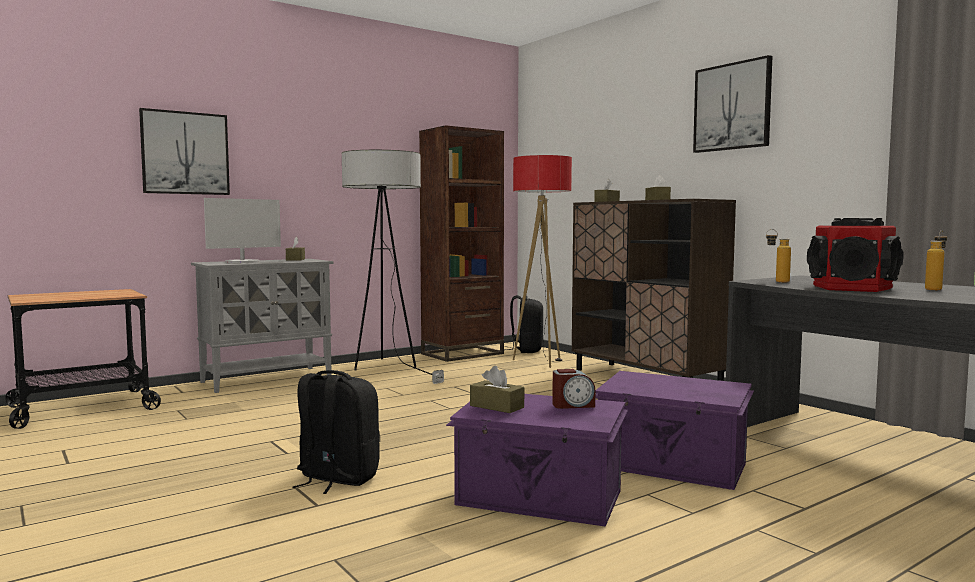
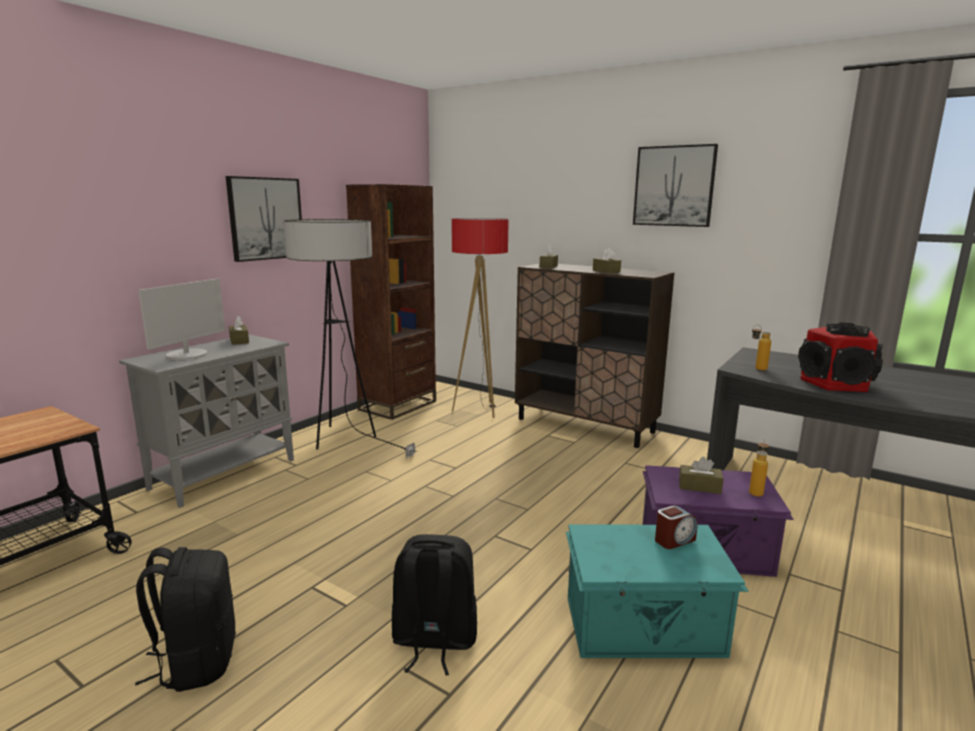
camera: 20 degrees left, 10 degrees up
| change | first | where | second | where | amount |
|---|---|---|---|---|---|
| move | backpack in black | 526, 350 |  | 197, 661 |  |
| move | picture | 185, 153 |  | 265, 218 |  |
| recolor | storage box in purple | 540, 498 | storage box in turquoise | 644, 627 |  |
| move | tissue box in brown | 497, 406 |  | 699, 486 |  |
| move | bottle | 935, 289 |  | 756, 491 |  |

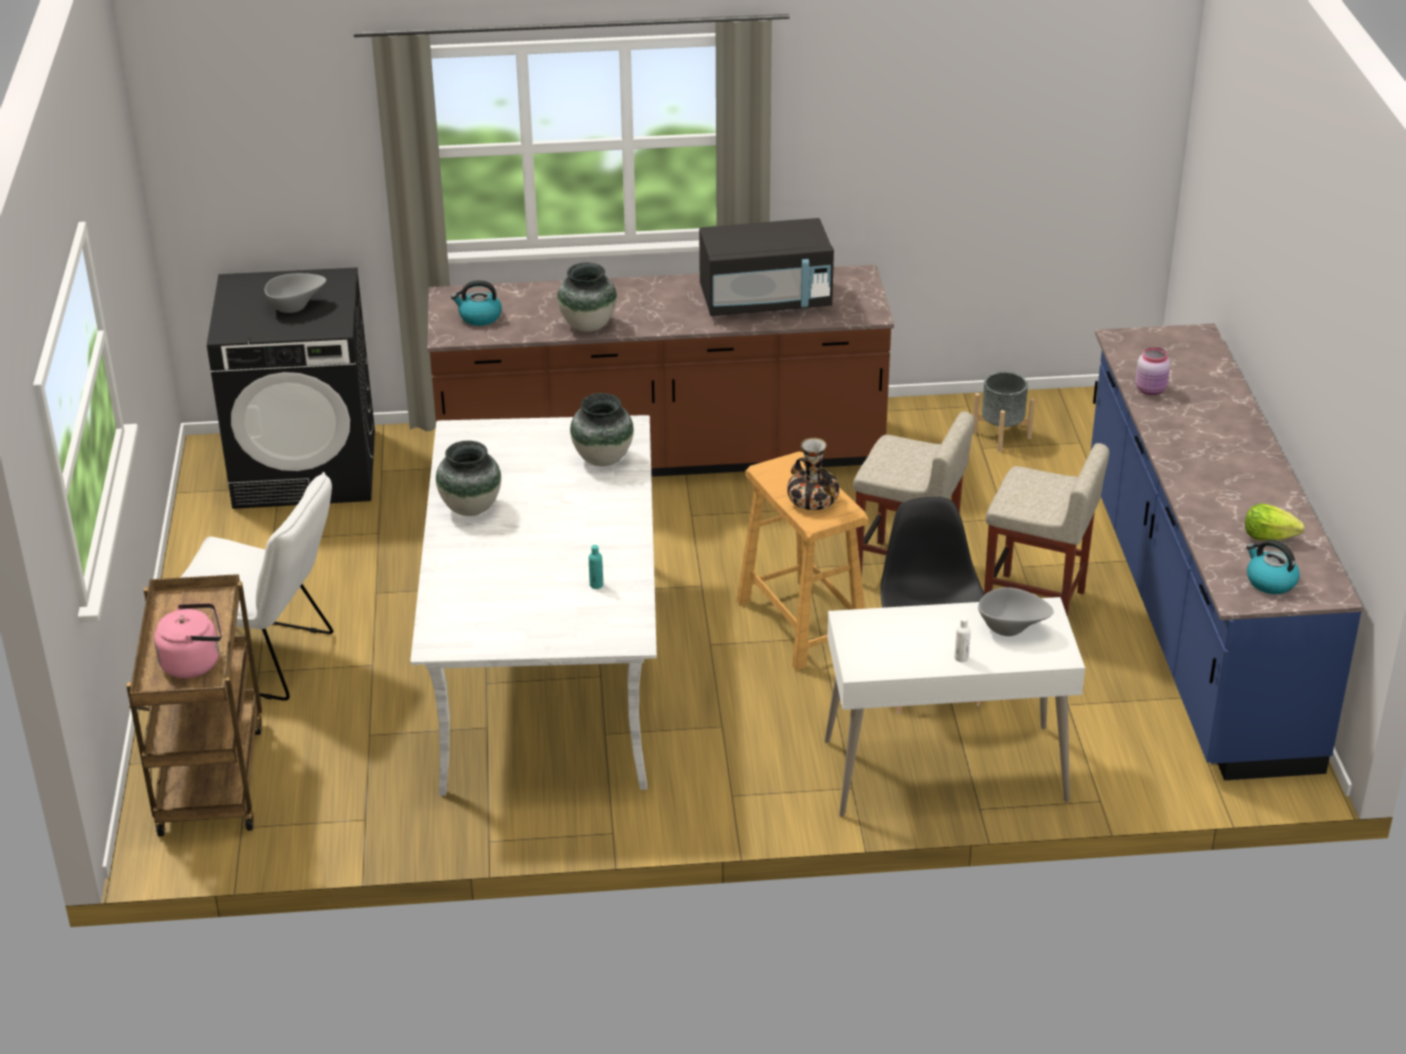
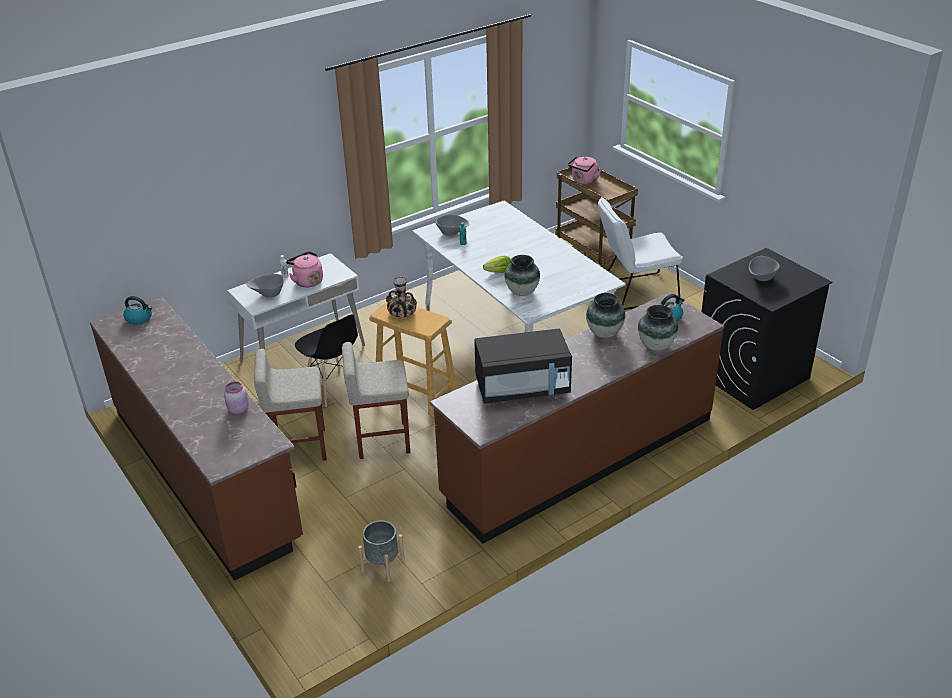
camera: 150 degrees right, 0 degrees up
| change | first | where | second | where | amount |
|---|---|---|---|---|---|
| recolor | counter in blue | 1193, 617 | counter in brown | 205, 473 |  |
| insert |  |  | kettle in pink | 307, 281 |  |
| insert |  |  | bowl in grey | 452, 233 |  |
| rotate | microwave in black | 765, 301 |  | 522, 388 | 150 degrees counterclockwise |
| move | lettuce | 1268, 536 |  | 499, 272 |  |
| move | vase | 471, 508 |  | 656, 346 |  |

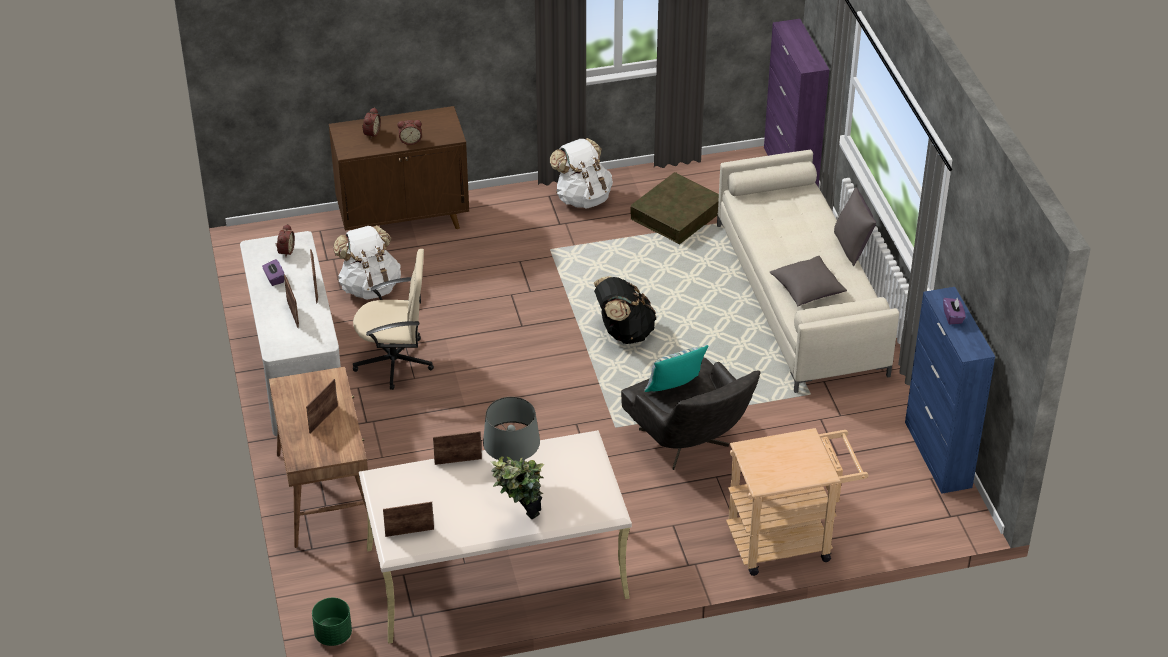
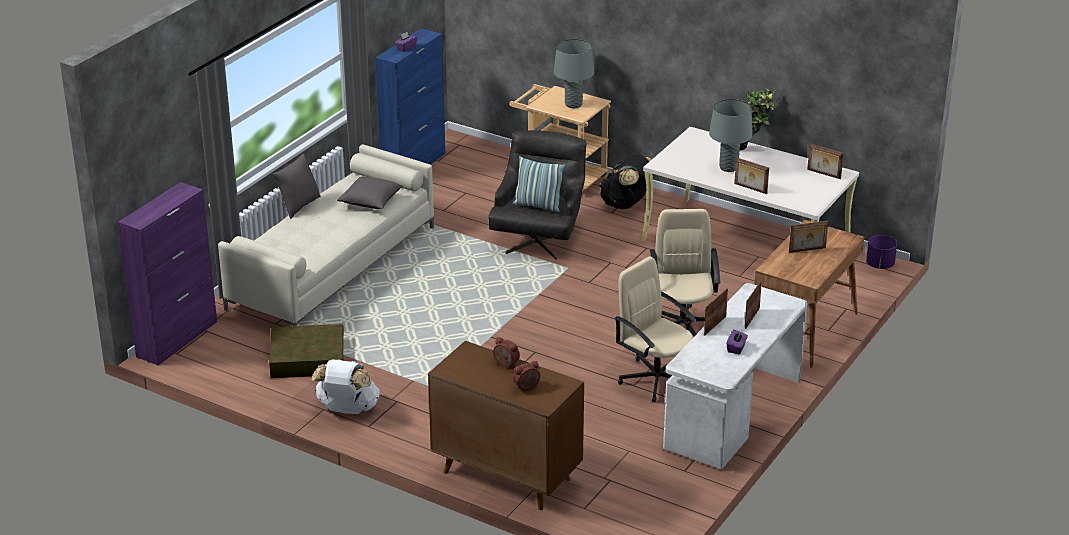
camera: 135 degrees left, 10 degrees down
| change | first | where | second | where | amount |
|---|---|---|---|---|---|
| insert |  |  | table lamp in grey | 573, 104 |  |
| move | backpack in black | 623, 332 |  | 626, 204 |  |
| insert |  |  | office chair in beige | 683, 325 |  |
| recolor | planter in green | 333, 635 | planter in purple | 880, 265 |  |
| delete | alarm clock | 285, 251 |  |  |  |
| delete | backpack in white | 370, 287 |  |  |  |

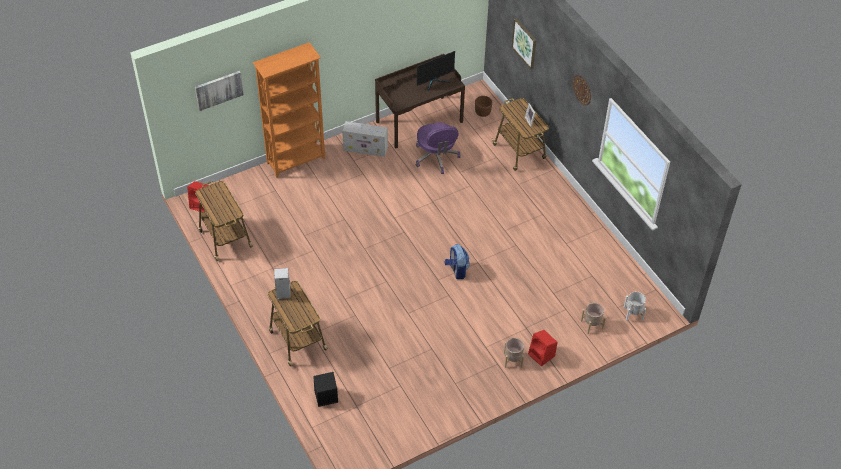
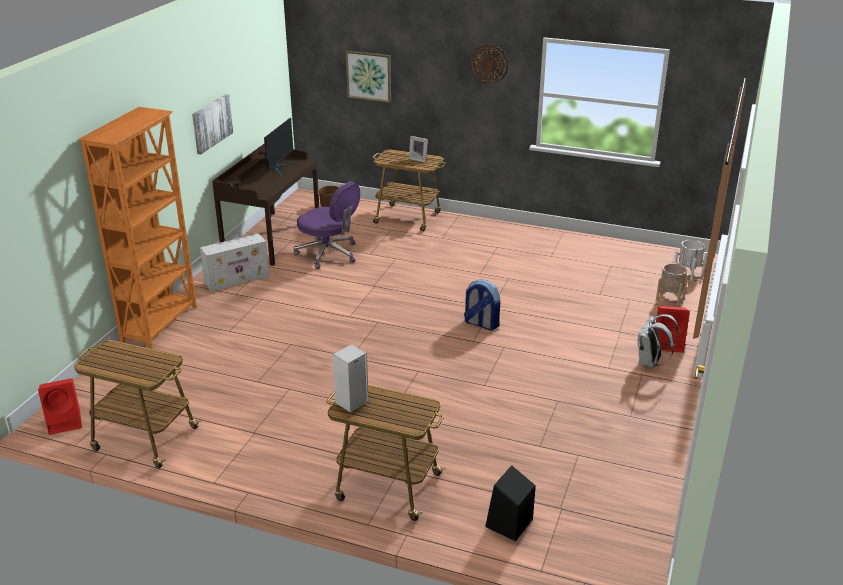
camera: 40 degrees left, 20 degrees down
| change | first | where | second | where | amount |
|---|---|---|---|---|---|
| move | picture | 219, 90 |  | 211, 123 |  |
| replace | planter in beige | 513, 360 | backpack in white | 650, 363 |  |

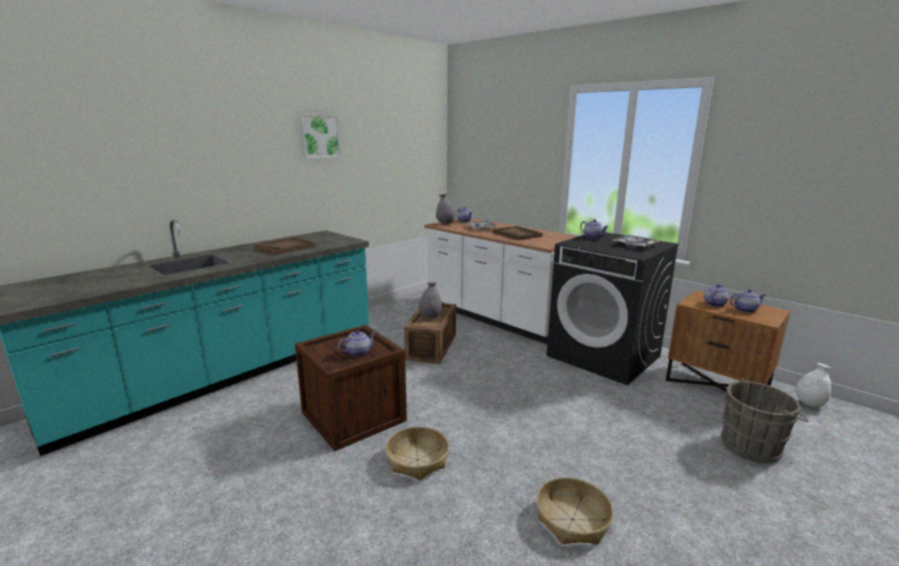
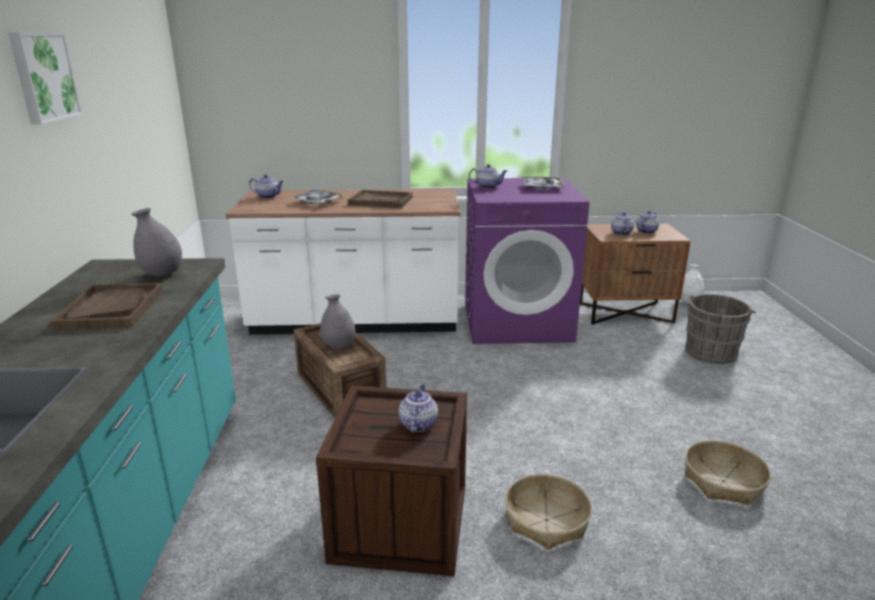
camera: 45 degrees left, 5 degrees up
| change | first | where | second | where | amount |
|---|---|---|---|---|---|
| move | vase in grey | 445, 224 |  | 162, 274 |  |
| recolor | washing machine in black | 604, 356 | washing machine in purple | 517, 322 |  |

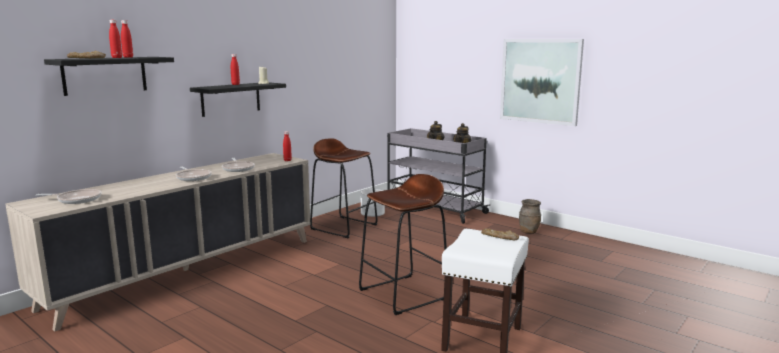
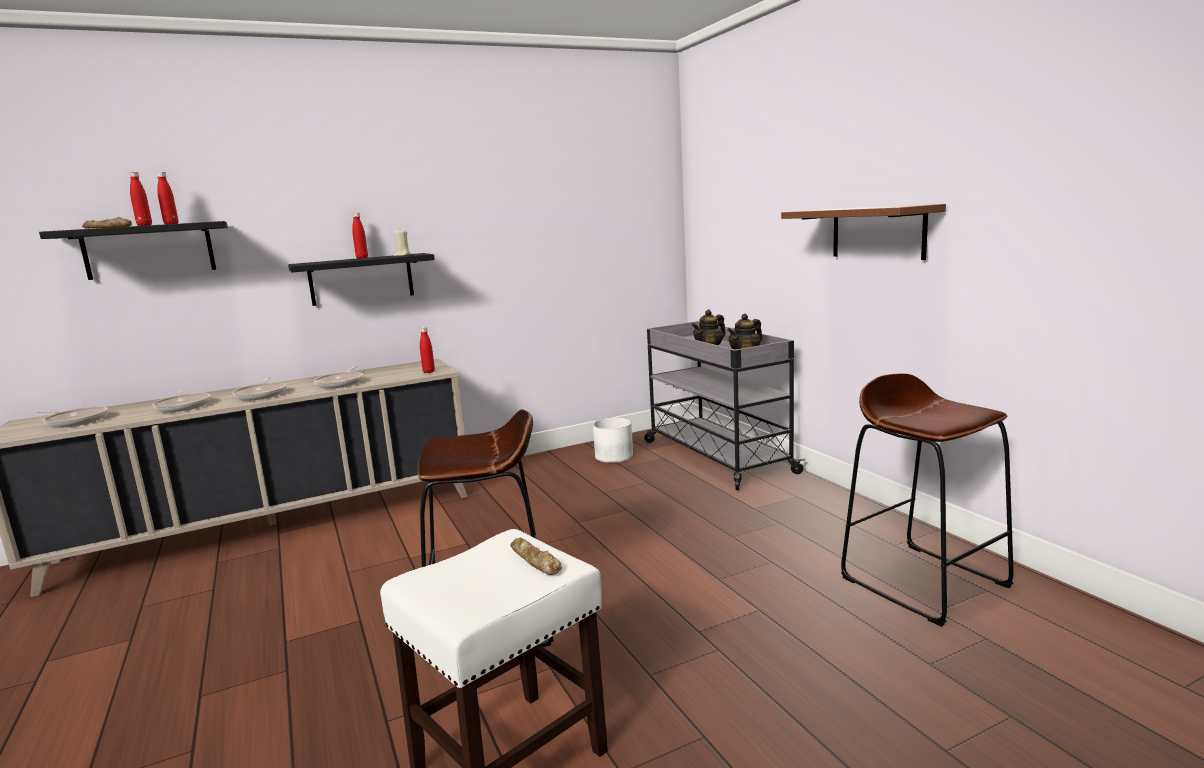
camera: 25 degrees right, 0 degrees up
| change | first | where | second | where | amount |
|---|---|---|---|---|---|
| insert |  |  | frying pan | 184, 406 |  |
| replace | picture | 540, 81 | shelf in brown | 877, 232 |  |
| move | stool in brown | 344, 227 |  | 924, 581 |  |
| delete | vase in brown | 528, 232 |  |  |  |

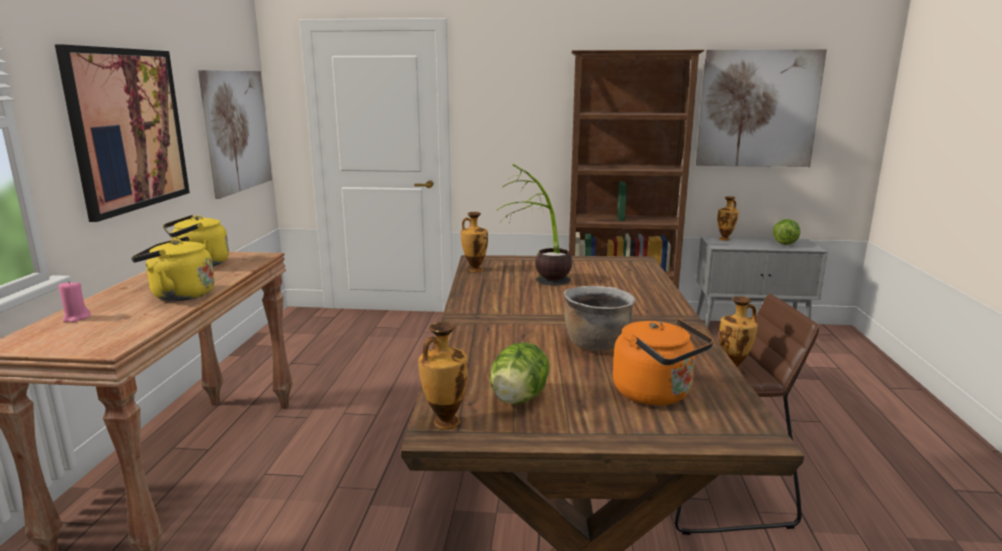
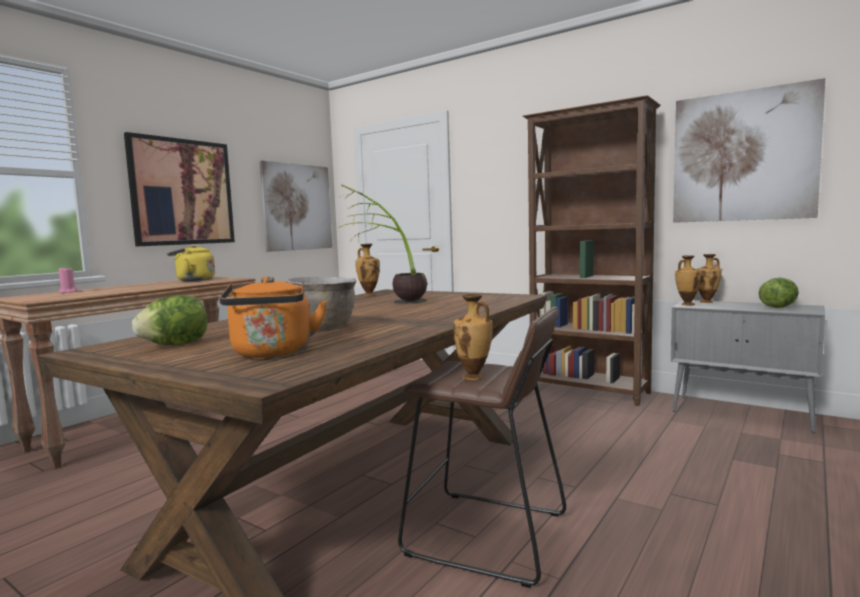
camera: 30 degrees right, 10 degrees down
| change | first | where | second | where | amount |
|---|---|---|---|---|---|
| move | vase | 444, 422 |  | 687, 304 |  |
| delete | kettle in yellow | 179, 295 |  |  |  |

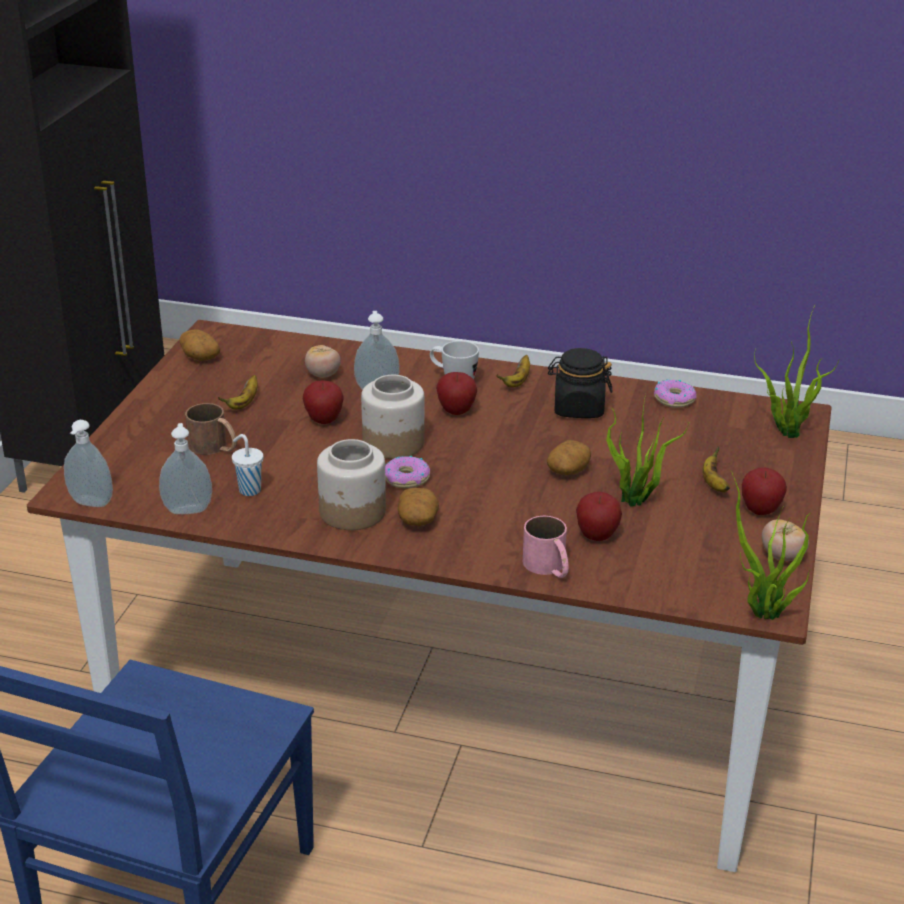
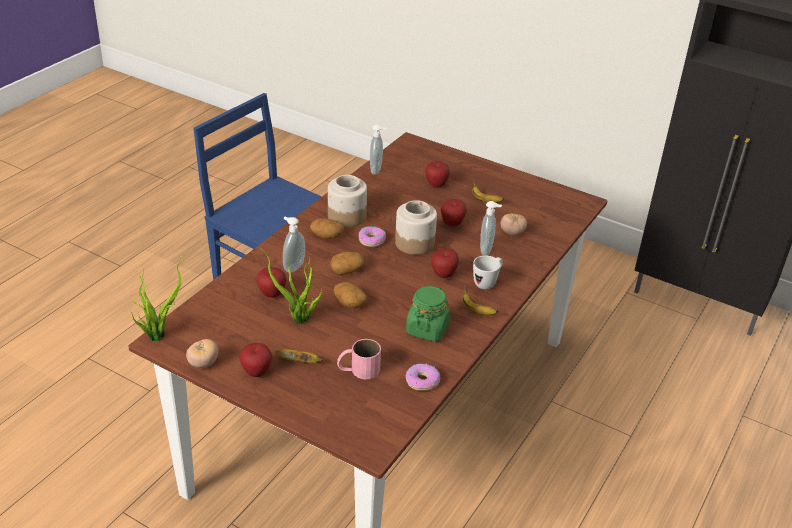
camera: 105 degrees right, 5 degrees up
| change | first | where | second | where | amount |
|---|---|---|---|---|---|
| move | soap dispenser | 90, 504 |  | 293, 267 |  |
| move | potato | 199, 356 |  | 347, 270 |  |
| move | mug in pink | 549, 568 |  | 358, 370 |  |
| recolor | jar in black | 578, 408 | jar in green | 427, 329 |  |
| replace | mug in brown | 215, 447 | apple | 436, 185 |  |
| delete | cup in white | 249, 490 |  |  |  |
| delete | potted plant | 787, 431 |  |  |  |

